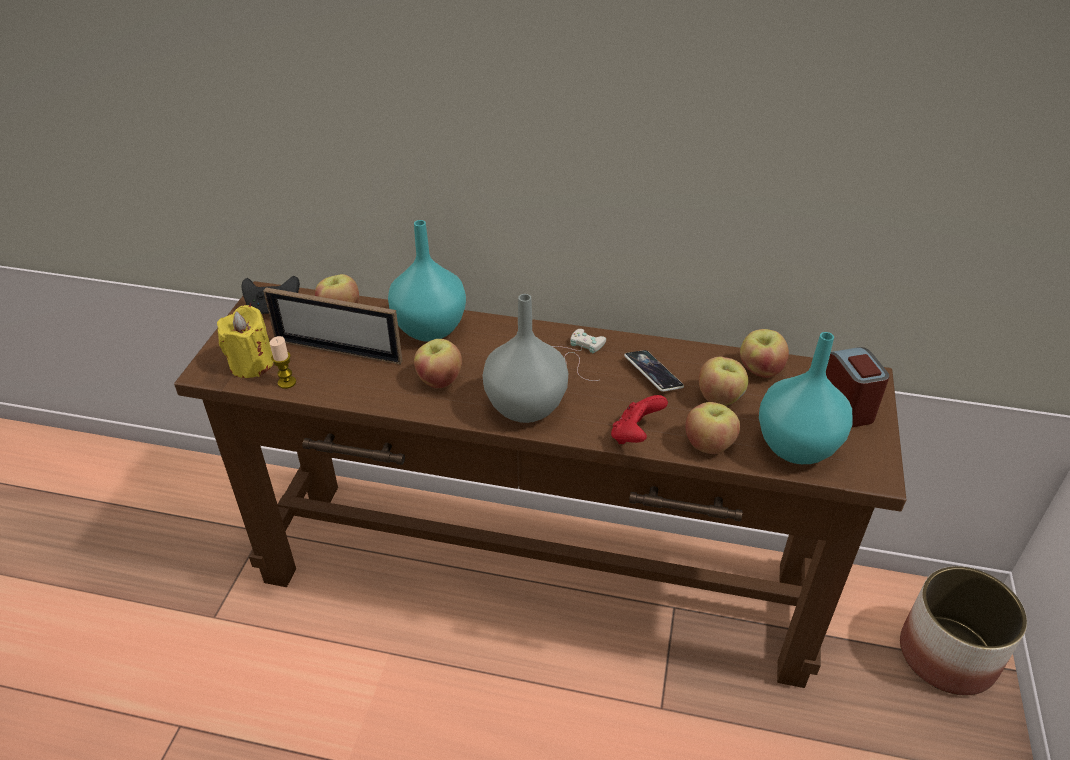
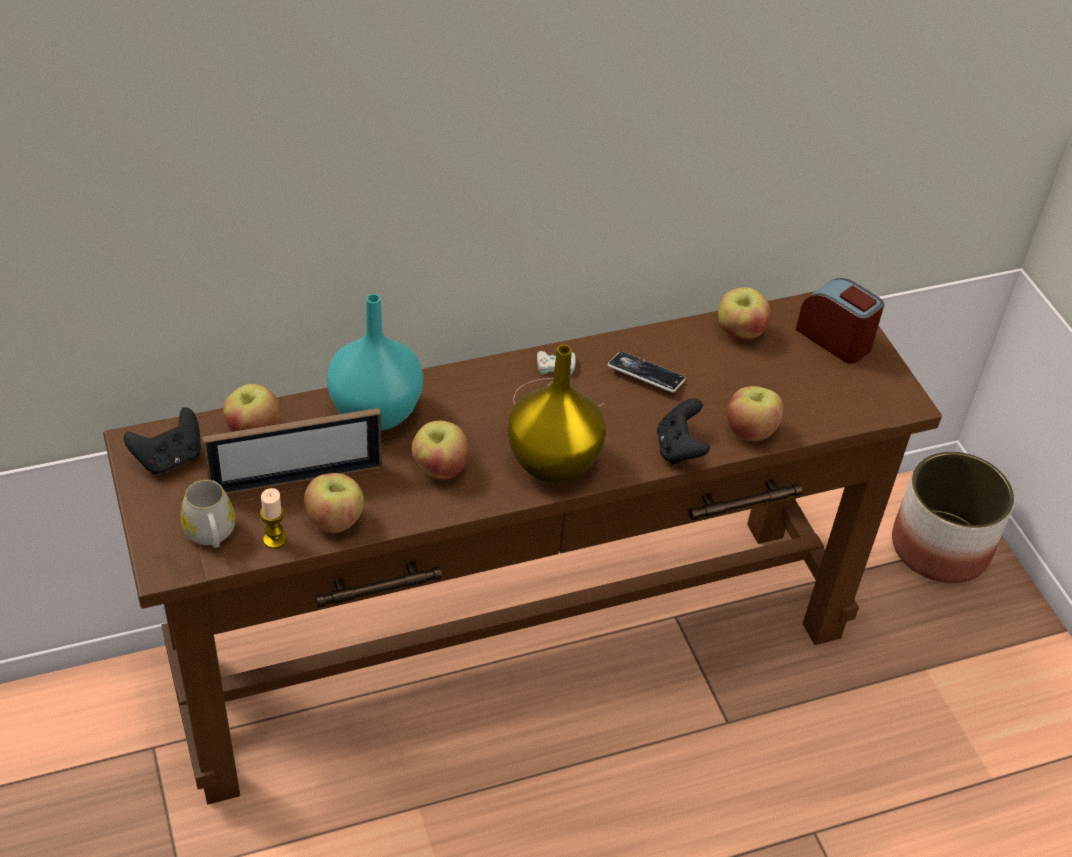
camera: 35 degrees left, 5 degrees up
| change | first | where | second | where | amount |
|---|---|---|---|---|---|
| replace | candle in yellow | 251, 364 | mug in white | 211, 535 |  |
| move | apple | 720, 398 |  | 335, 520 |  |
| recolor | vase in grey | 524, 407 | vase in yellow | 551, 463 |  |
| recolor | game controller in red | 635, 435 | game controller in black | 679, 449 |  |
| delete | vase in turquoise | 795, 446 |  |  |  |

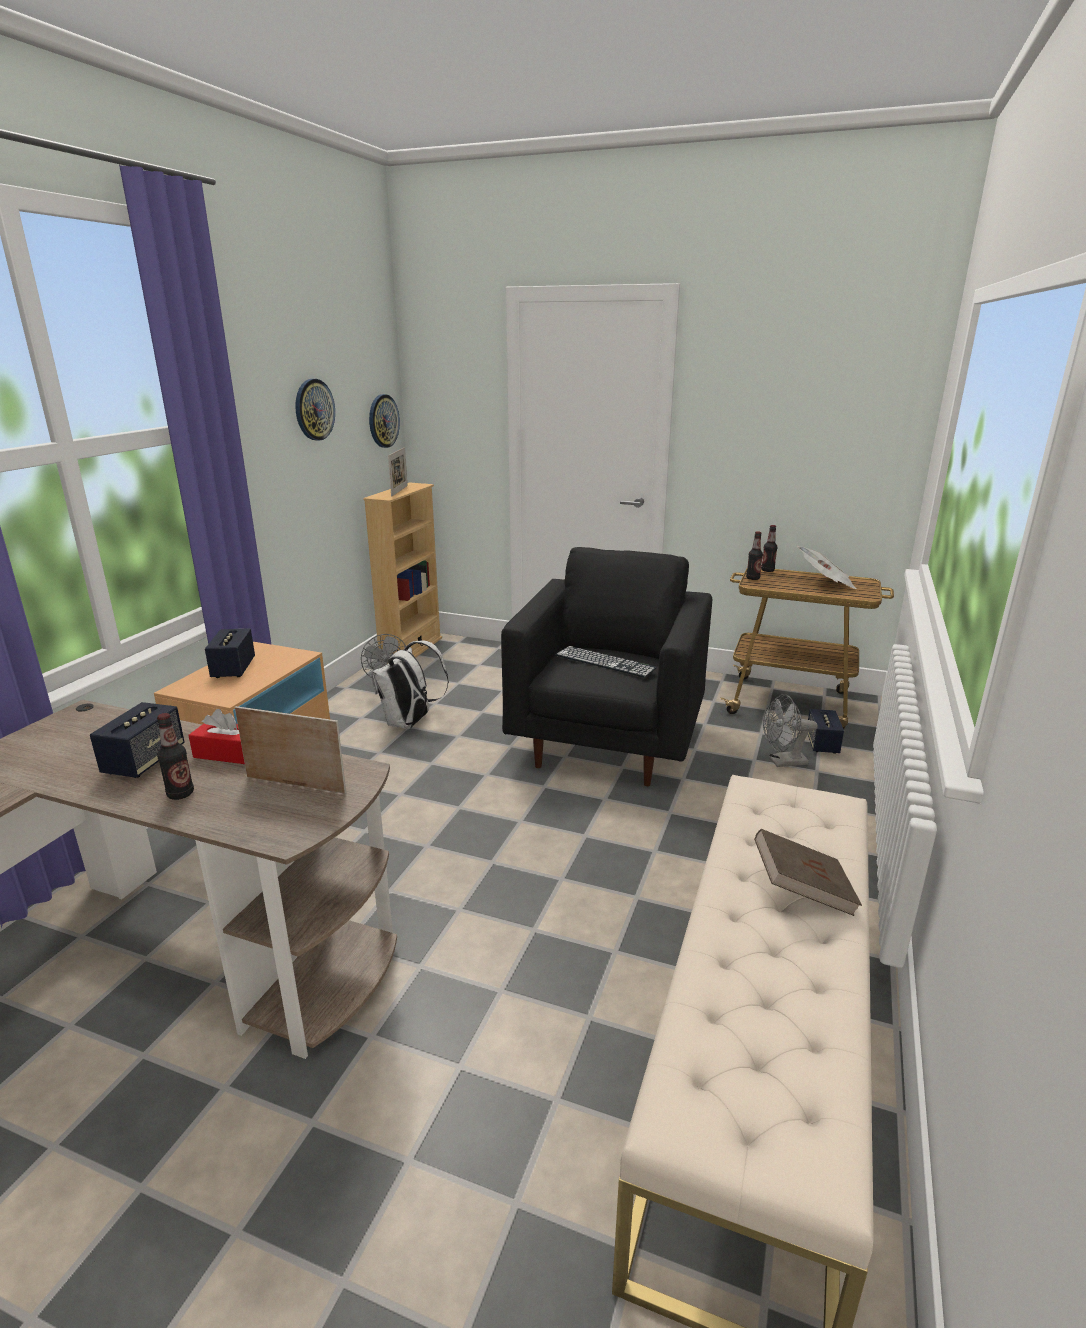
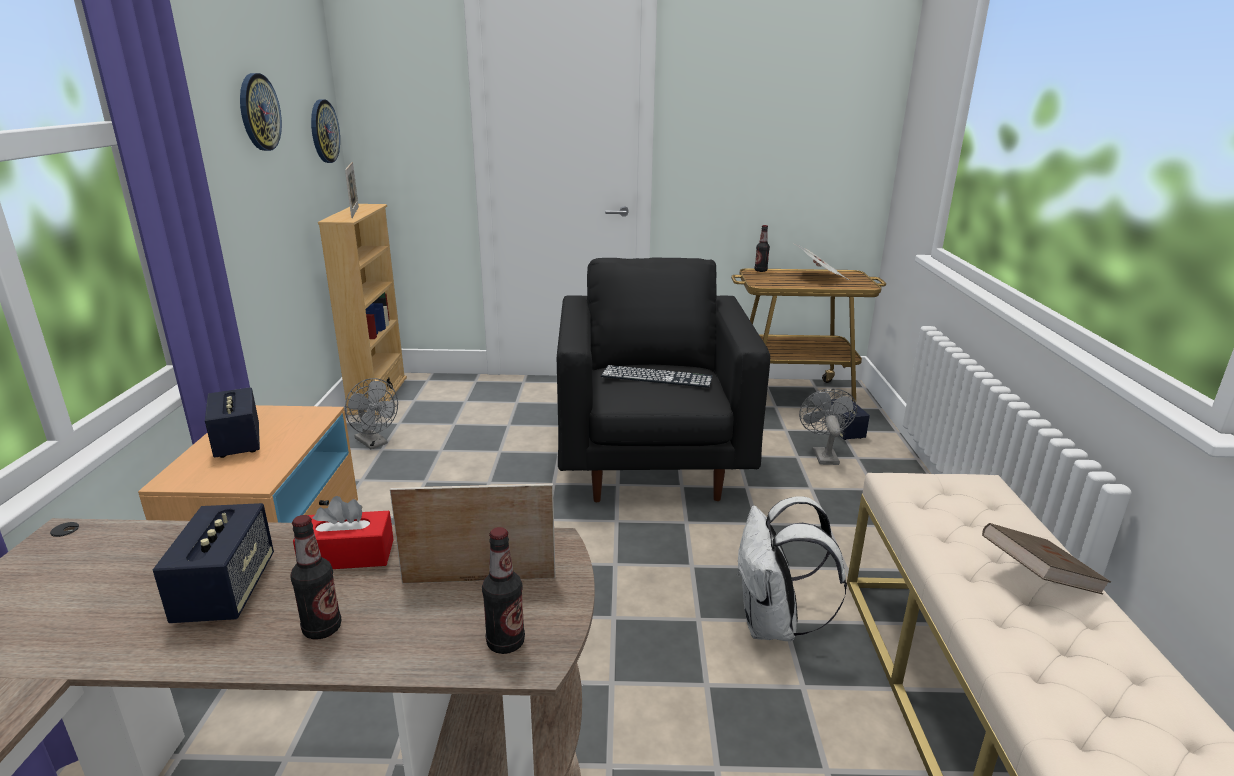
camera: 20 degrees left, 0 degrees up
| change | first | where | second | where | amount |
|---|---|---|---|---|---|
| move | bottle | 753, 578 |  | 505, 642 |  |
| move | backpack in white | 410, 723 |  | 773, 625 |  |
| rotate | fan in grey | 783, 762 |  | 823, 454 | 120 degrees clockwise |

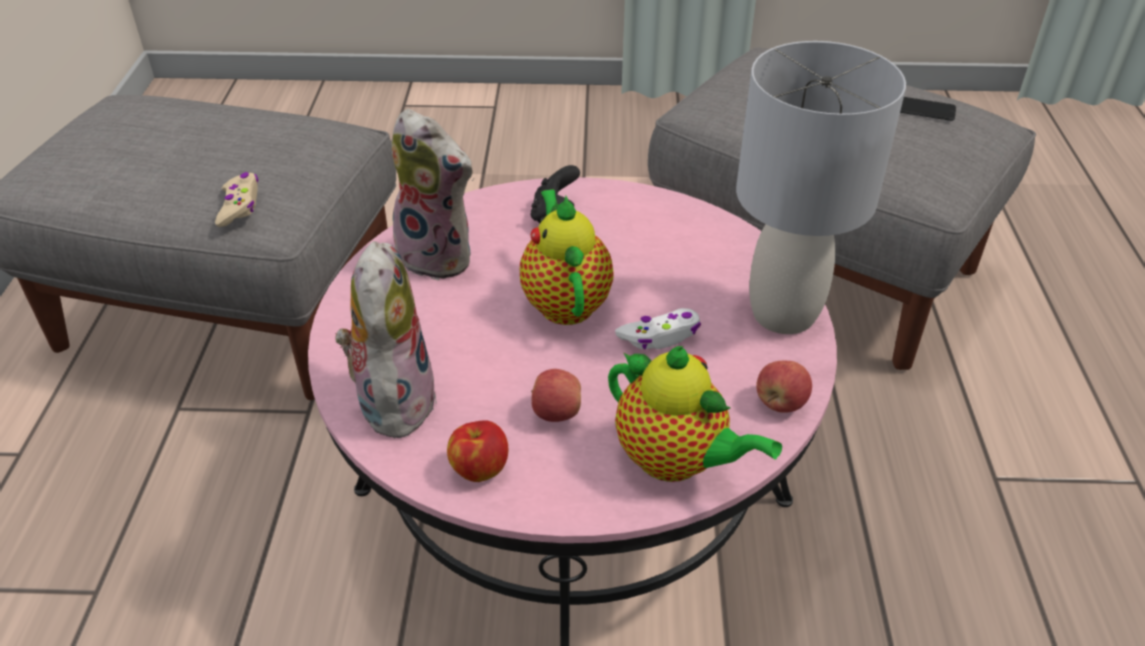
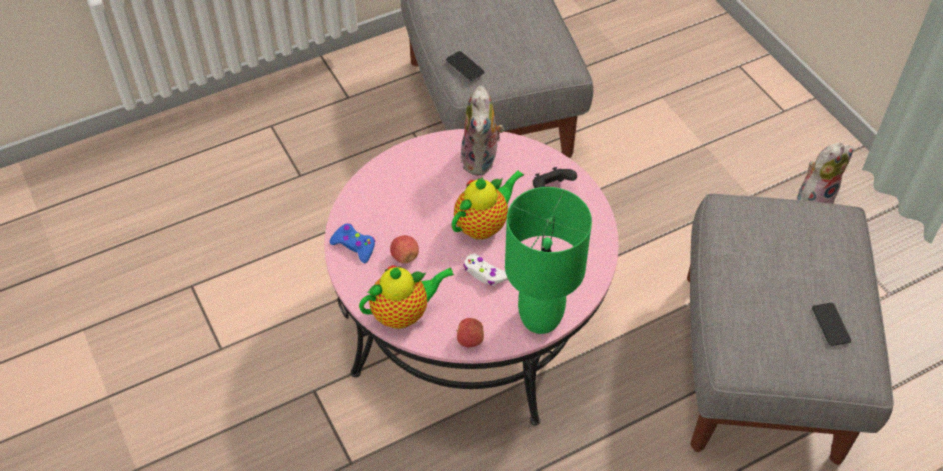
camera: 60 degrees right, 10 degrees up
| change | first | where | second | where | amount |
|---|---|---|---|---|---|
| replace | apple | 479, 469 | game controller in blue | 354, 246 |  |
| rotate | teapot | 676, 461 |  | 404, 313 | 120 degrees counterclockwise |
| replace | game controller in beige | 239, 206 | phone | 465, 66 |  |
| recolor | table lamp in grey | 782, 314 | table lamp in green | 540, 318 |  |
| move | plush toy | 393, 400 |  | 814, 199 |  |

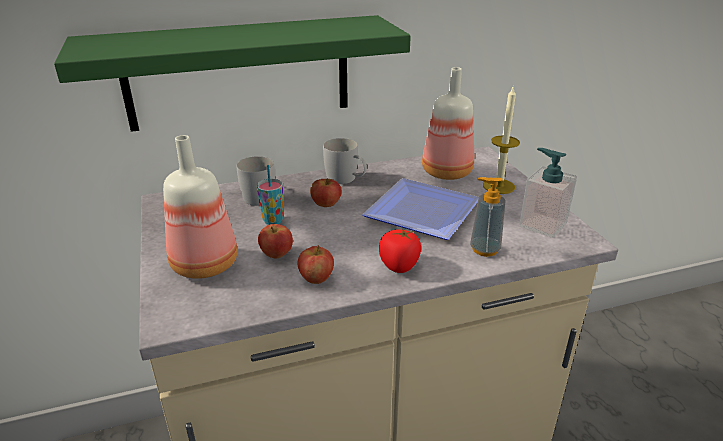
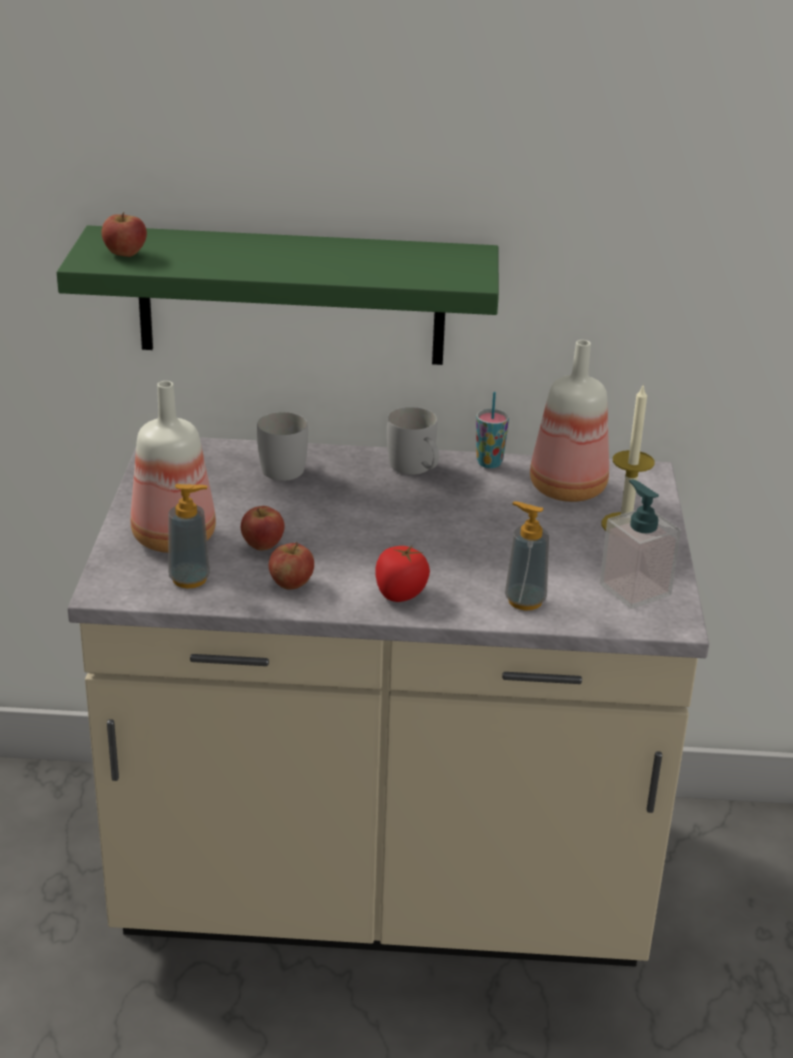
camera: 20 degrees right, 0 degrees up
| change | first | where | second | where | amount |
|---|---|---|---|---|---|
| move | apple | 326, 204 |  | 125, 254 |  |
| insert |  |  | soap dispenser | 189, 579 |  |
| move | cup | 273, 221 |  | 489, 463 |  |
| delete | plate | 420, 210 |  |  |  |

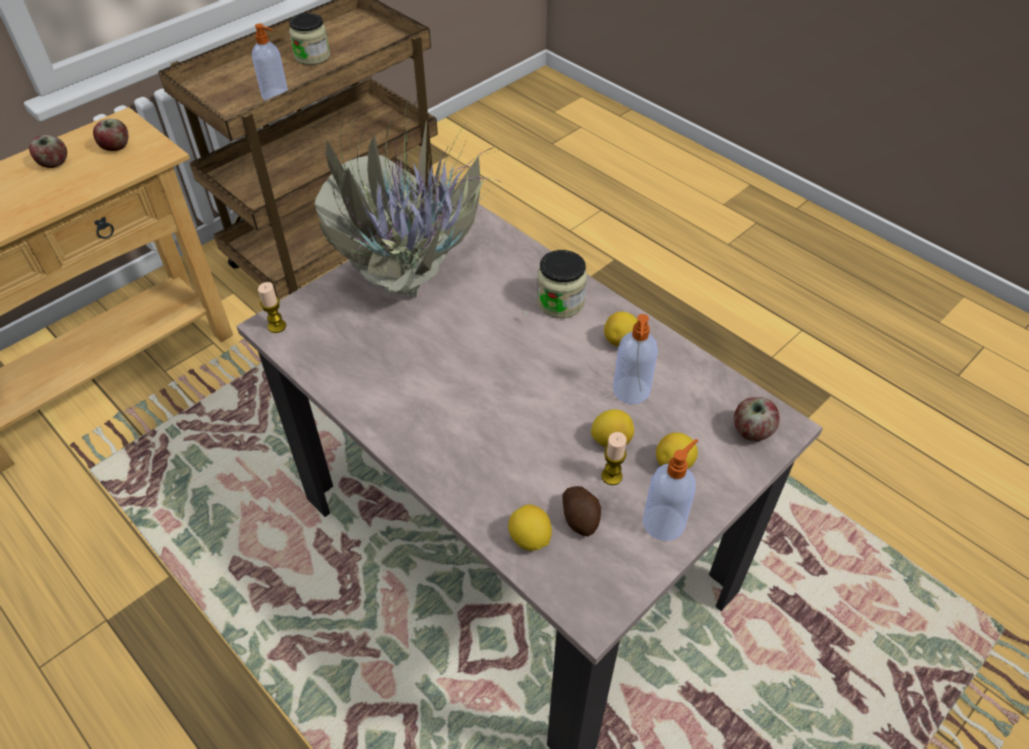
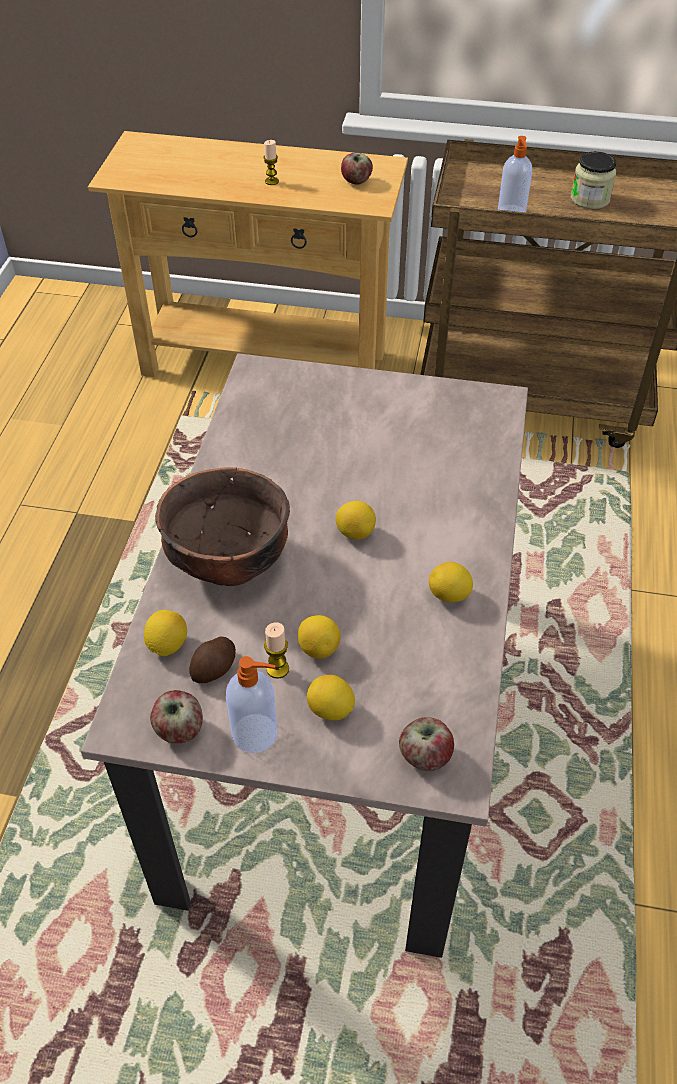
camera: 55 degrees right, 0 degrees up
| change | first | where | second | where | amount |
|---|---|---|---|---|---|
| move | apple | 54, 164 |  | 179, 730 |  |
| insert |  |  | bowl in brown | 228, 562 |  |
| move | candle | 277, 326 |  | 271, 181 |  |
| insert |  |  | lemon | 355, 532 |  |
| delete | potted plant | 416, 284 |  |  |  |
| delete | jar | 560, 302 |  |  |  |
| delete | soap dispenser | 631, 391 |  |  |  |

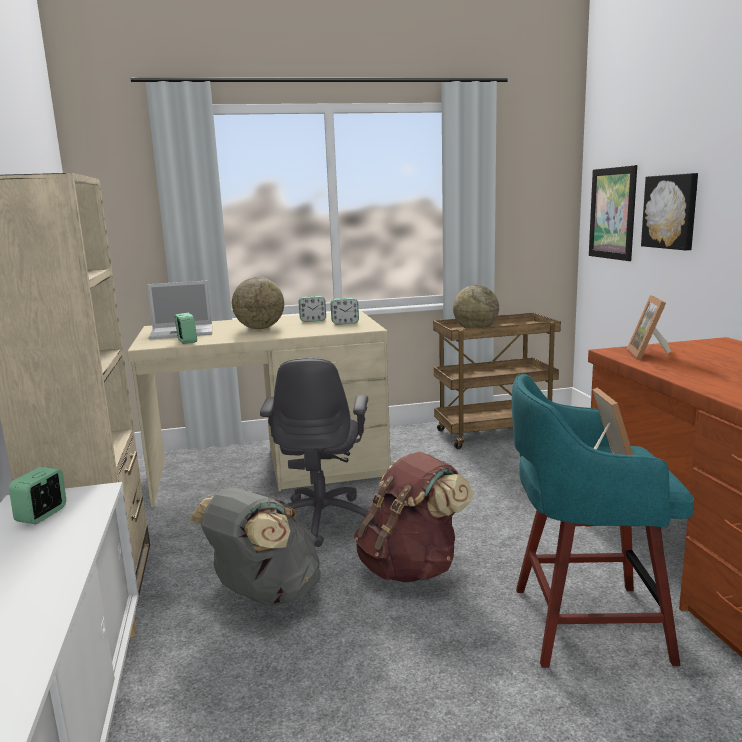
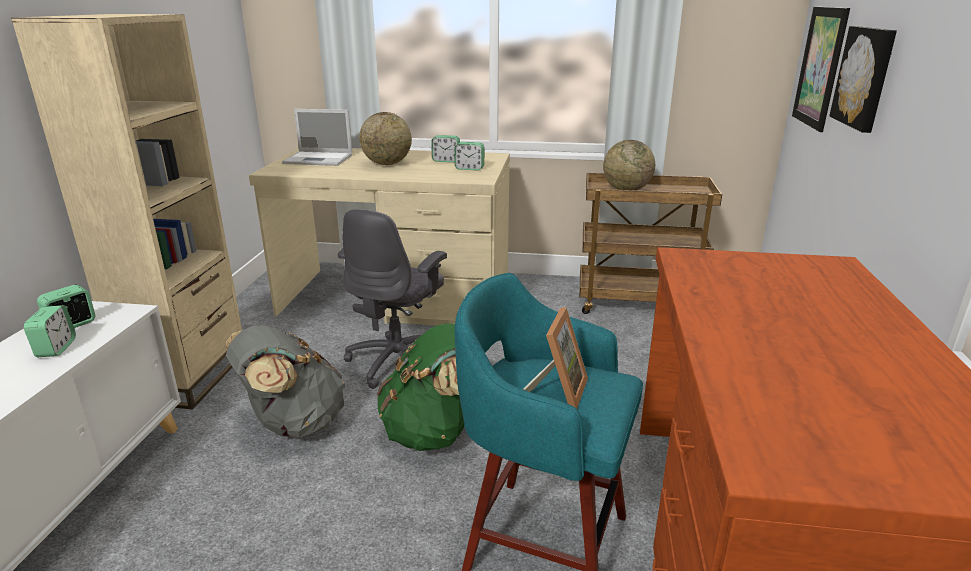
camera: 20 degrees right, 10 degrees up
| change | first | where | second | where | amount |
|---|---|---|---|---|---|
| move | alarm clock | 187, 341 |  | 56, 348 |  |
| recolor | backpack in brown | 411, 567 | backpack in green | 433, 432 |  |
| delete | picture frame | 649, 354 |  |  |  |

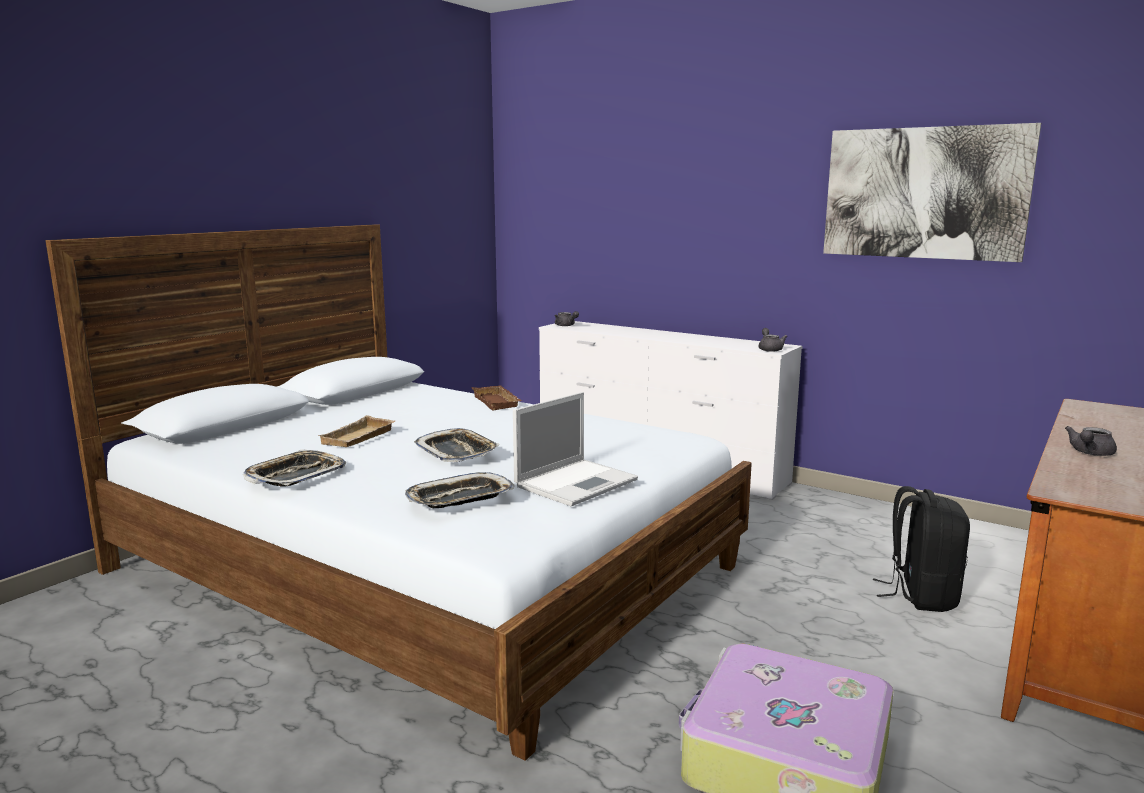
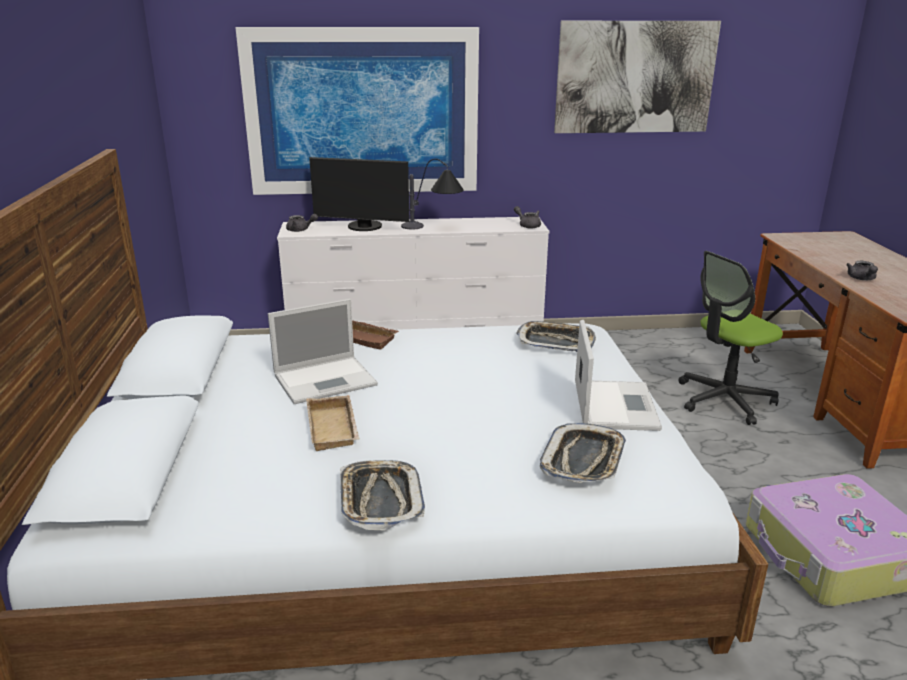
camera: 40 degrees left, 10 degrees up
| change | first | where | second | where | amount |
|---|---|---|---|---|---|
| insert |  |  | picture | 362, 112 |  |
| insert |  |  | laptop | 327, 379 |  |
| insert |  |  | monitor | 363, 227 |  |
| insert |  |  | table lamp | 434, 228 |  |
| move | tray | 457, 452 |  | 555, 342 |  |
| replace | backpack in black | 920, 595 | office chair | 724, 400 |  |

